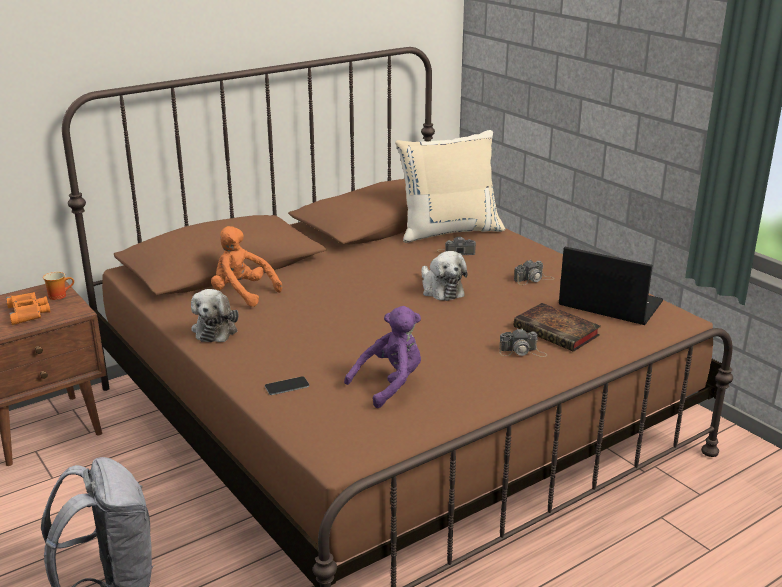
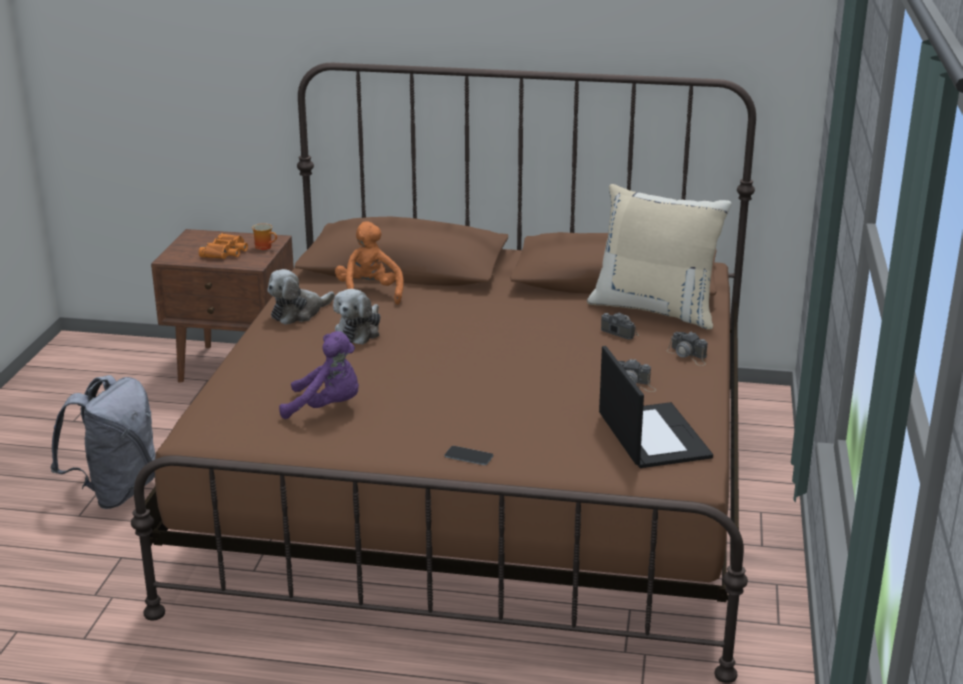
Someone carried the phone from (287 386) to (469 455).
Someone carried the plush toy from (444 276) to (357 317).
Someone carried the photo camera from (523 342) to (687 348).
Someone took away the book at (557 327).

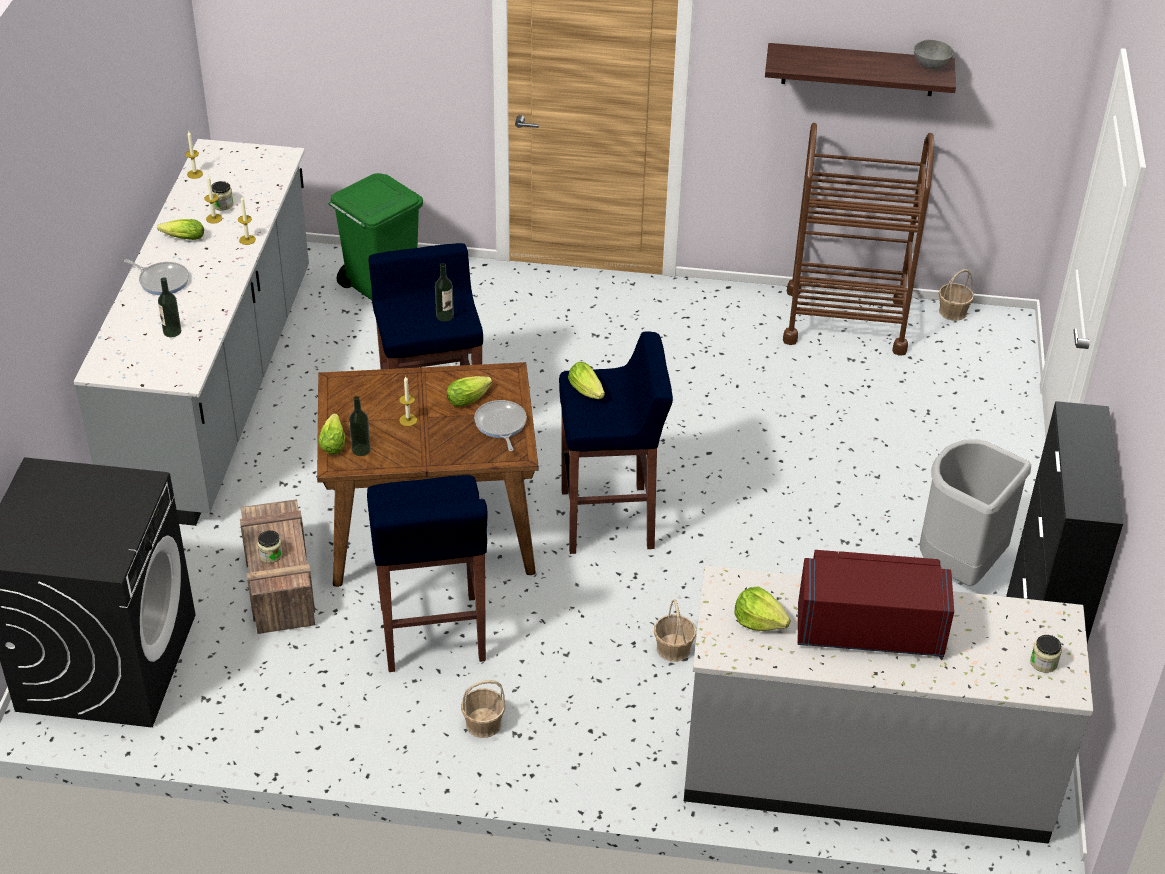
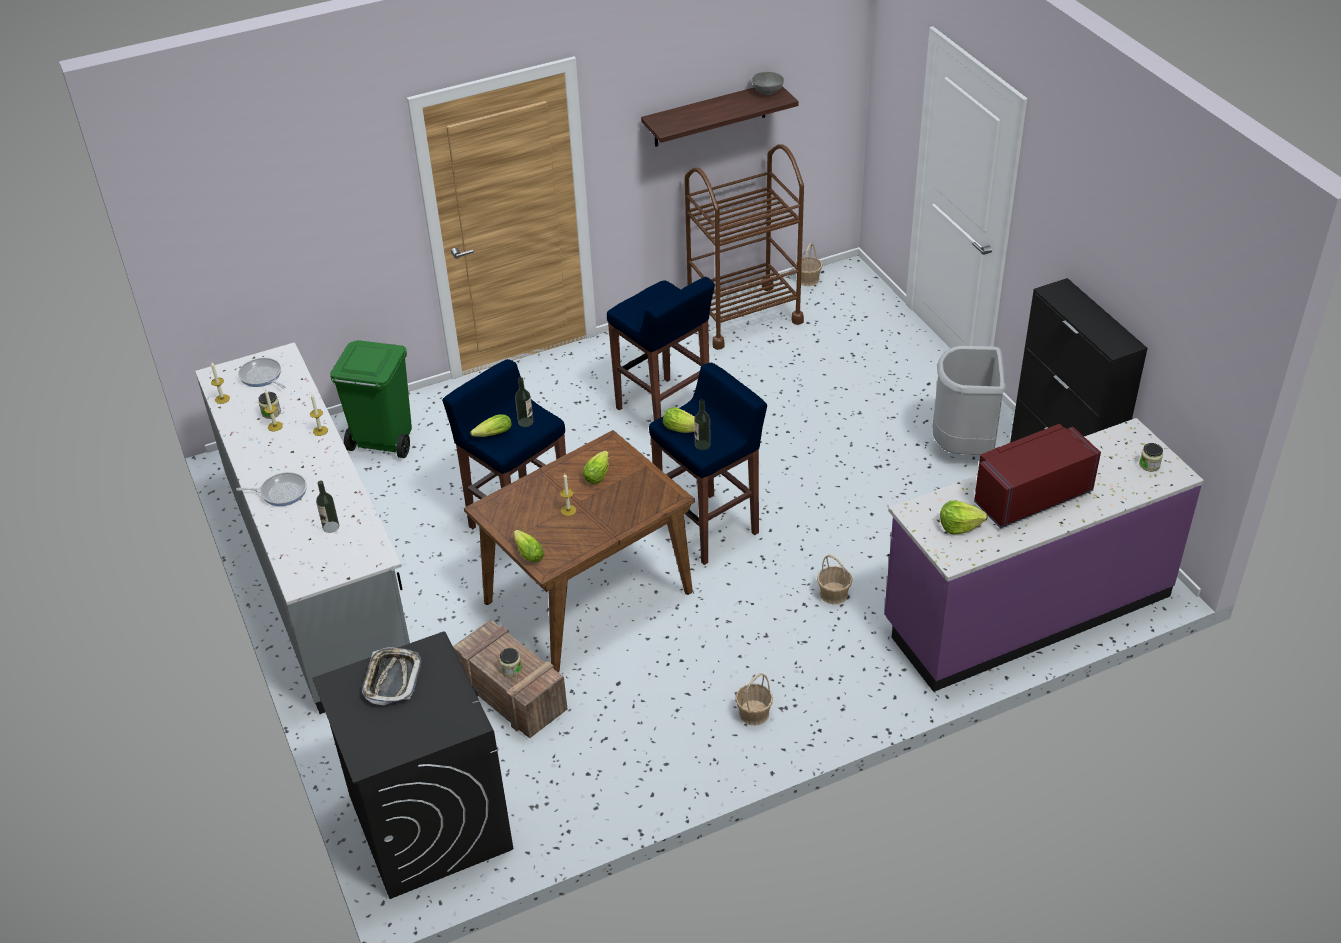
Someone carried the lettuce from (180 229) to (491 425).
Someone carried the bottle from (360 426) to (702 425).
Someone carried the blue stool from (427 573) to (661 349).
Someone carried the frying pan from (500 425) to (262 373).
Someone repainted the grey counter at (889 704), which became the purple counter at (1044 555).
Someone put down the tray at (391 676).

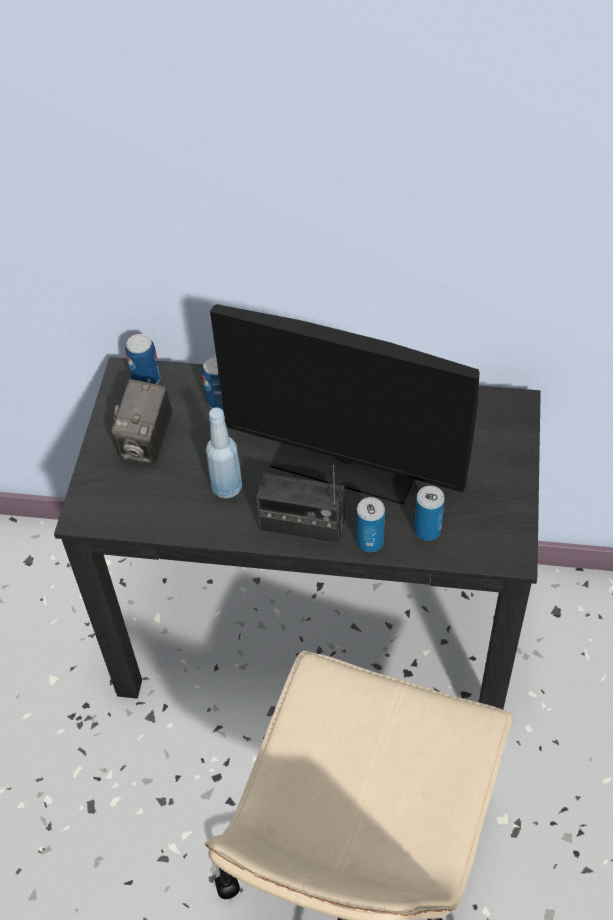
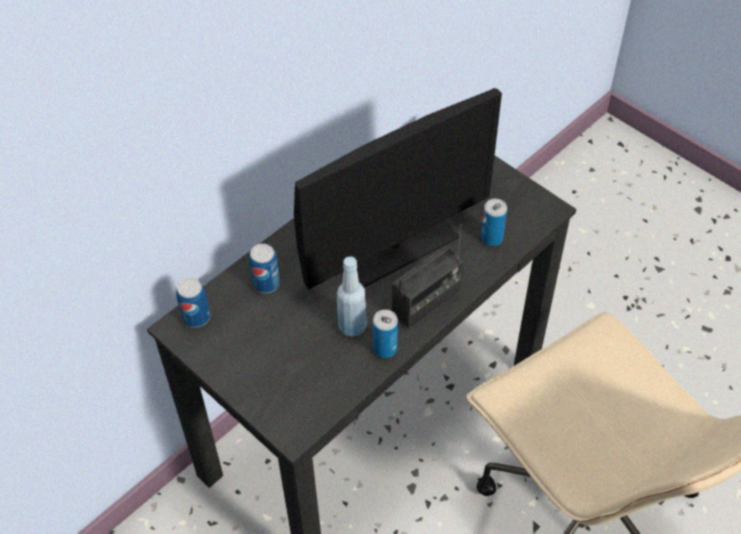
Someone took away the photo camera at (142 421).
Someone carried the can from (371 524) to (385 333).

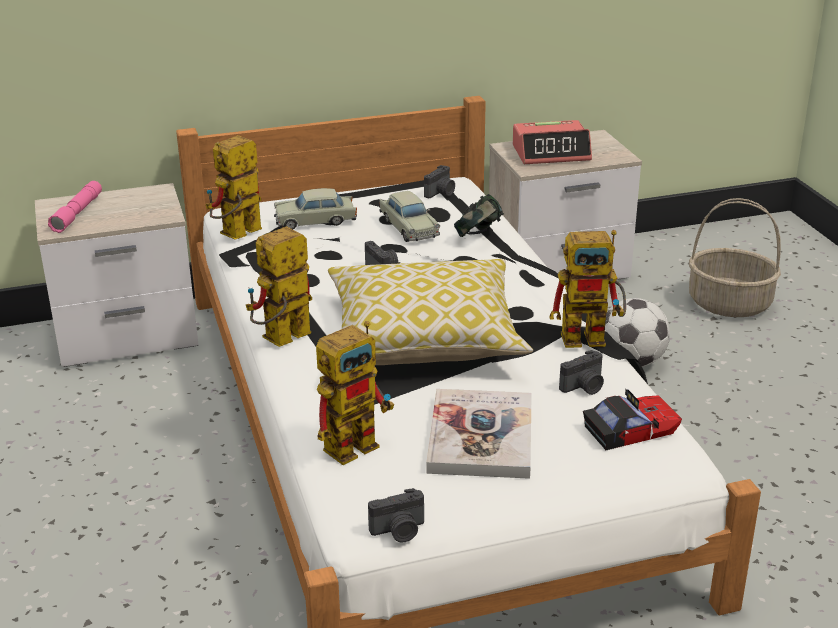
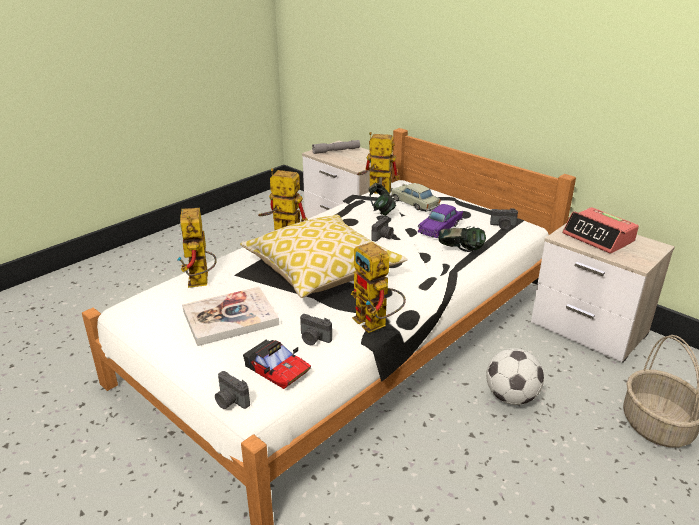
Someone repainted the pink flashlight at (75 207), which became the grey flashlight at (336 147).
Someone rotated the toy robot at (355 393) by 60 degrees clockwise.
Someone carried the photo camera from (396 515) to (232 390).
Someone repainted the beige toy car at (409 216), which became the purple toy car at (440 221).
Someone put down the headphones at (382 199).

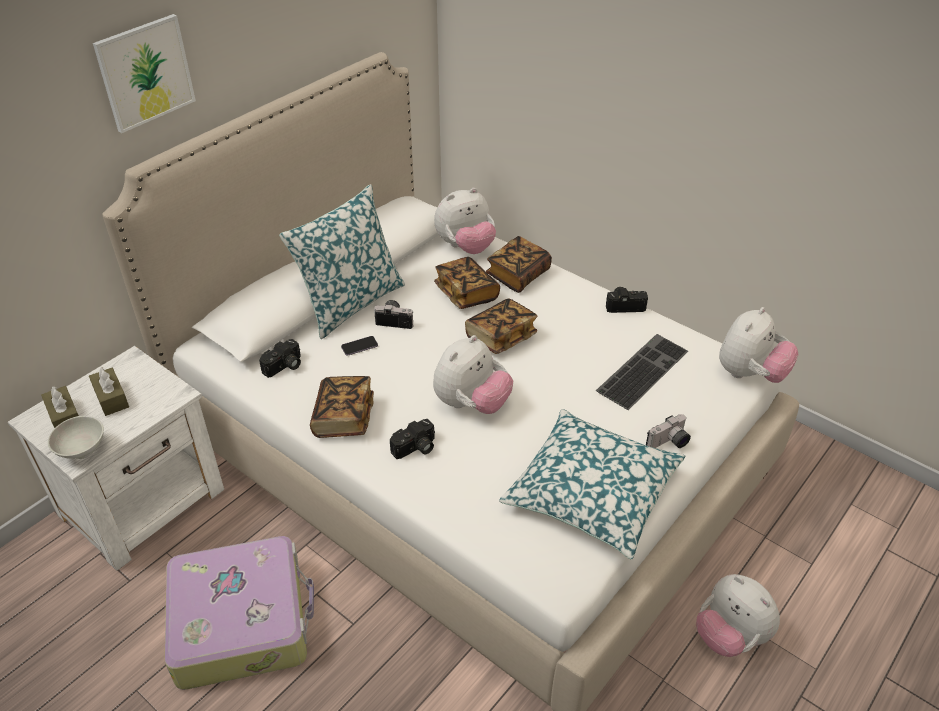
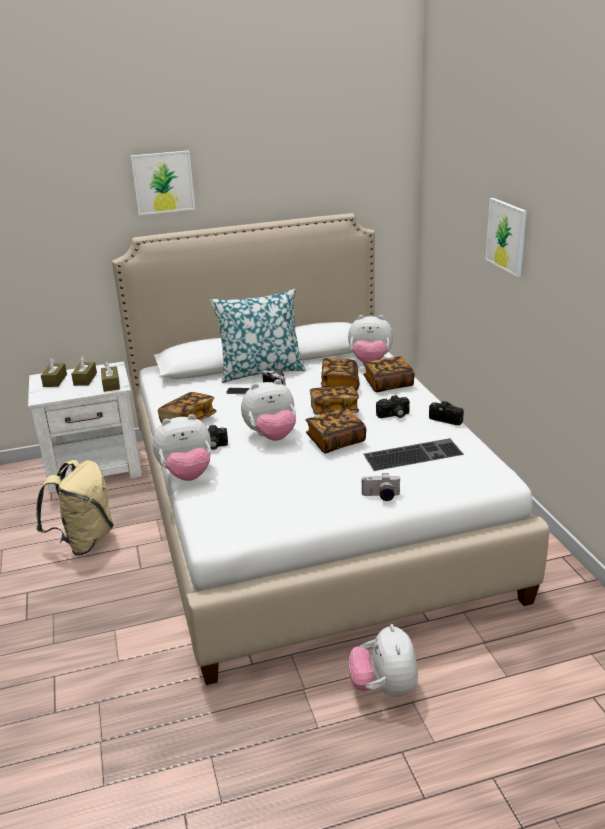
Someone took away the white bowl at (76 437).
Someone swapped the suitcase at (239 613) for the beige backpack at (75 508).
Someone carried the photo camera from (280 358) to (393 406).
Someone took away the pillow at (592 484).
Someone carried the plush toy from (759 345) to (181 447).
Someone put down the brown tissue box at (110 376).
Someone put down the book at (336 430).
Someone put up the picture at (506 237).

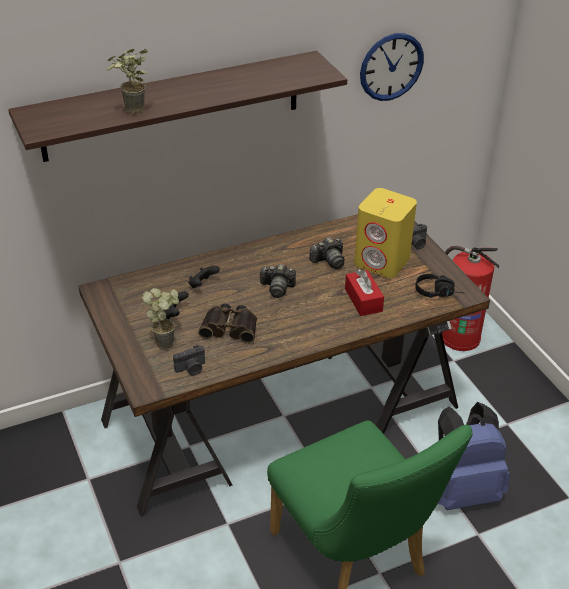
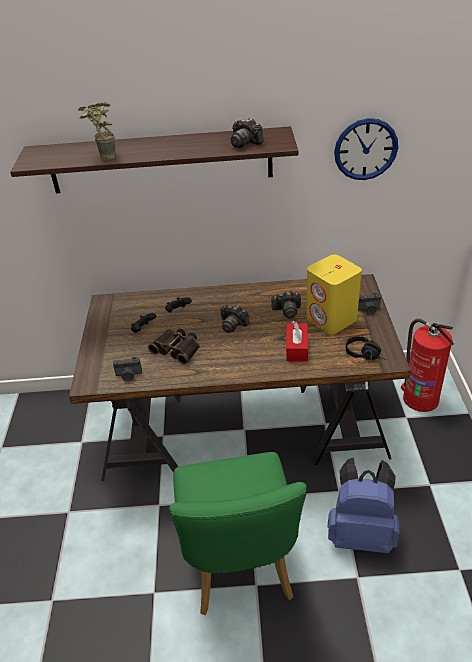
Someone took away the potted plant at (160 319).
Someone put down the photo camera at (247 133).

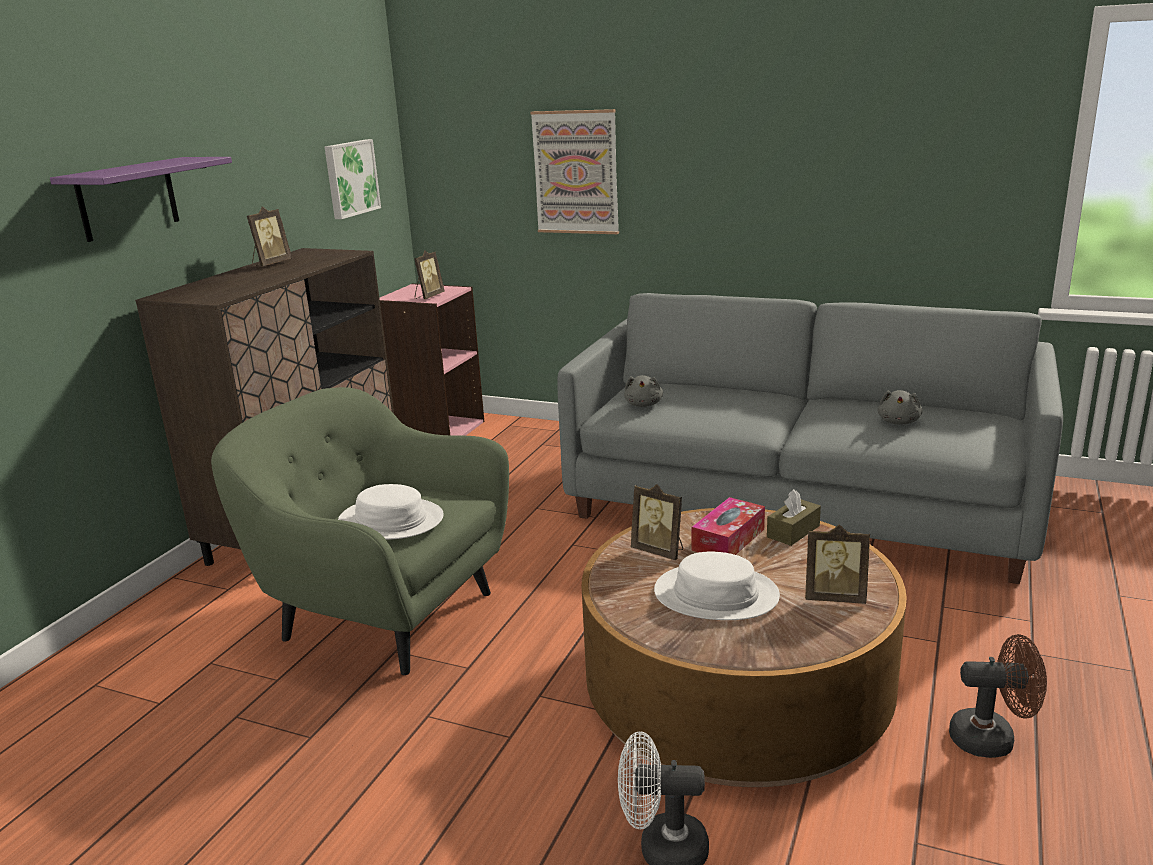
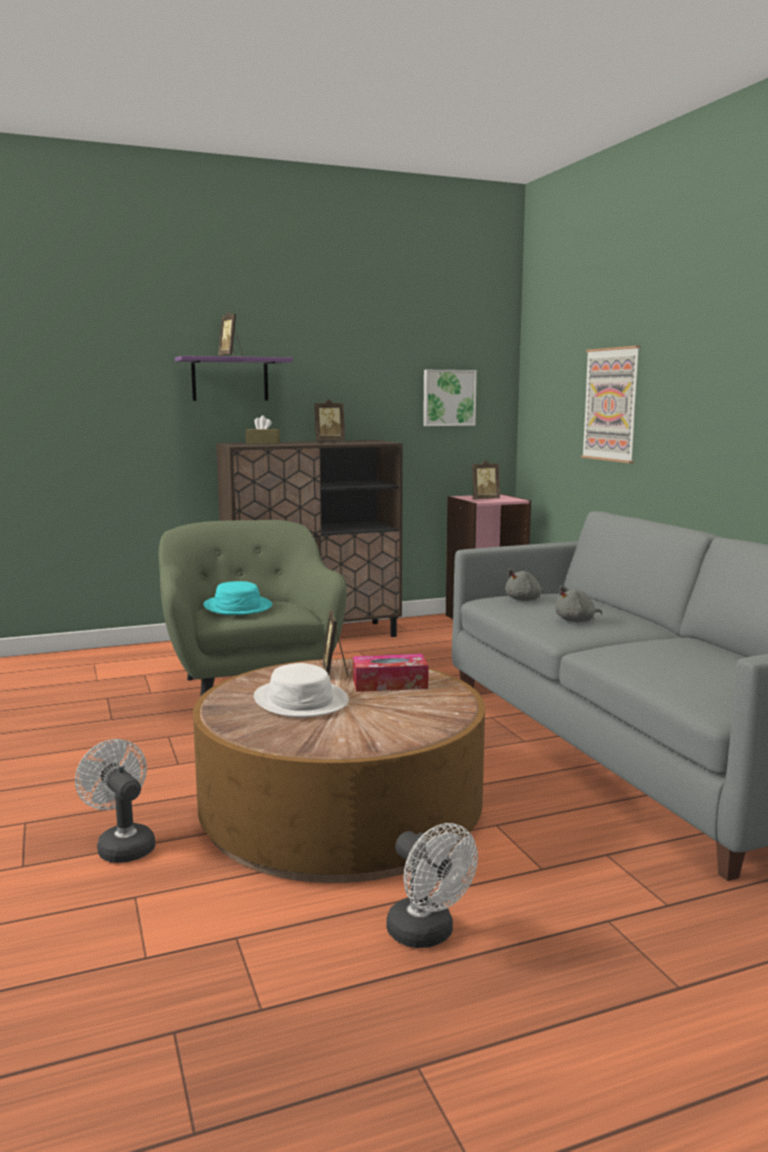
Someone repainted the white hat at (391 512), which became the turquoise hat at (237 598).
Someone carried the brown tissue box from (794 517) to (263 429).
Someone carried the picture frame from (837 564) to (230 334).
Someone carried the grey plush toy from (900 407) to (578 604).
Someone repainted the brown fan at (998 696), which became the white fan at (432 885).

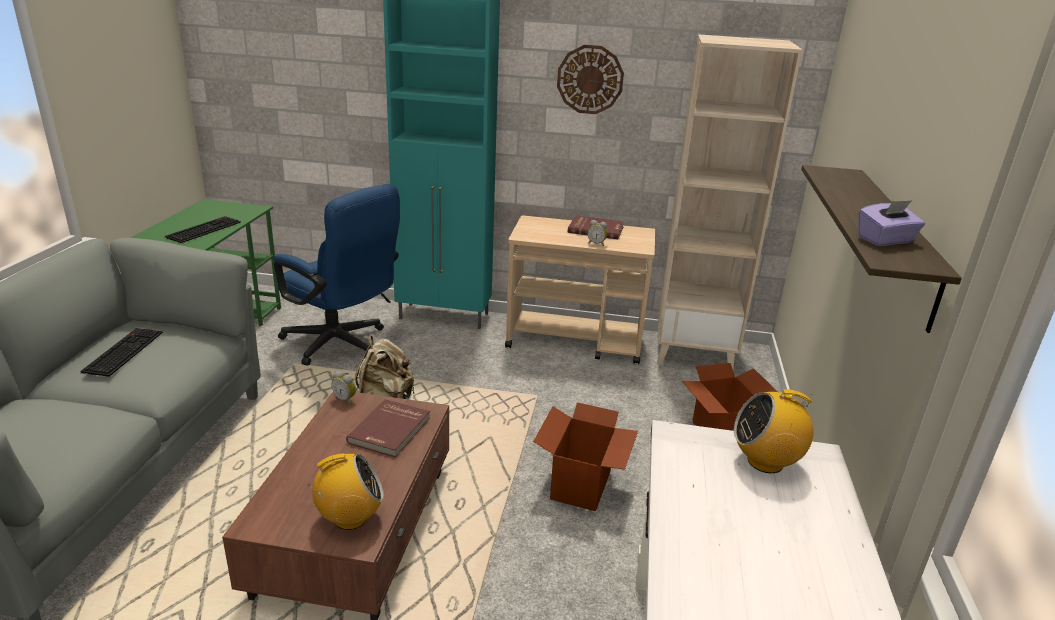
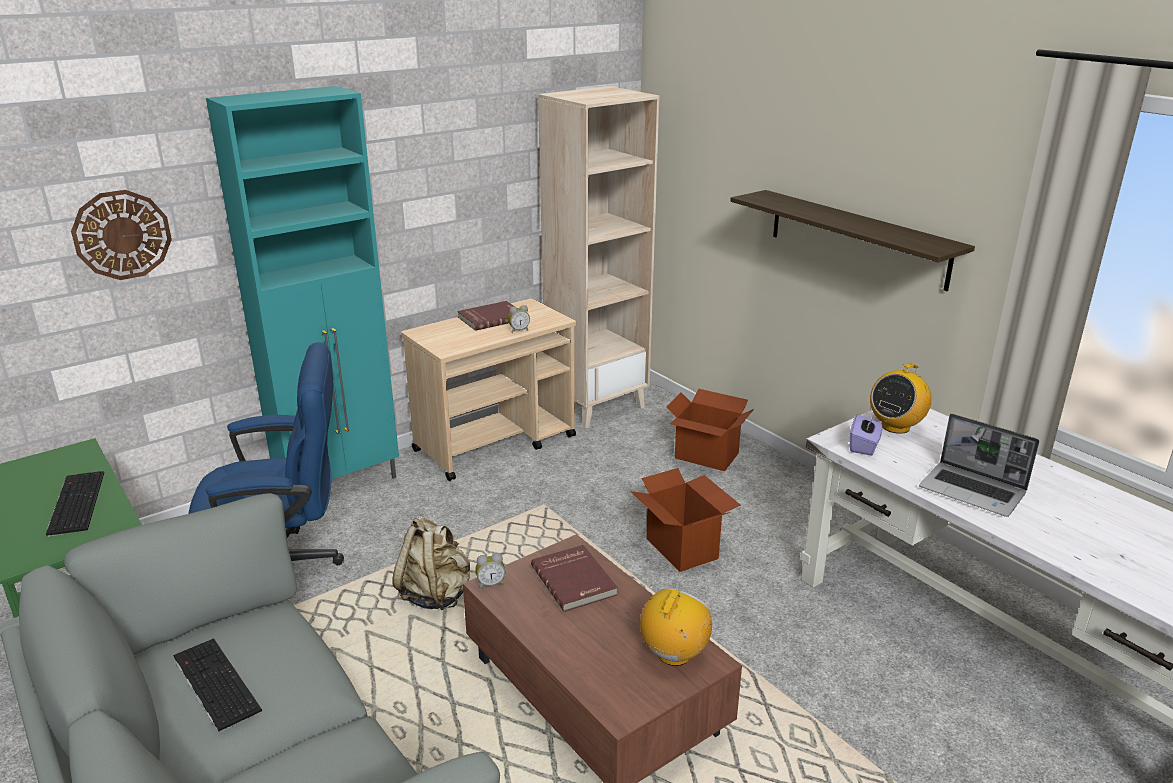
Someone carried the wall clock from (590 79) to (121 235).
Someone carried the purple tissue box from (891 223) to (866 435).
Someone put down the laptop at (979 465).

